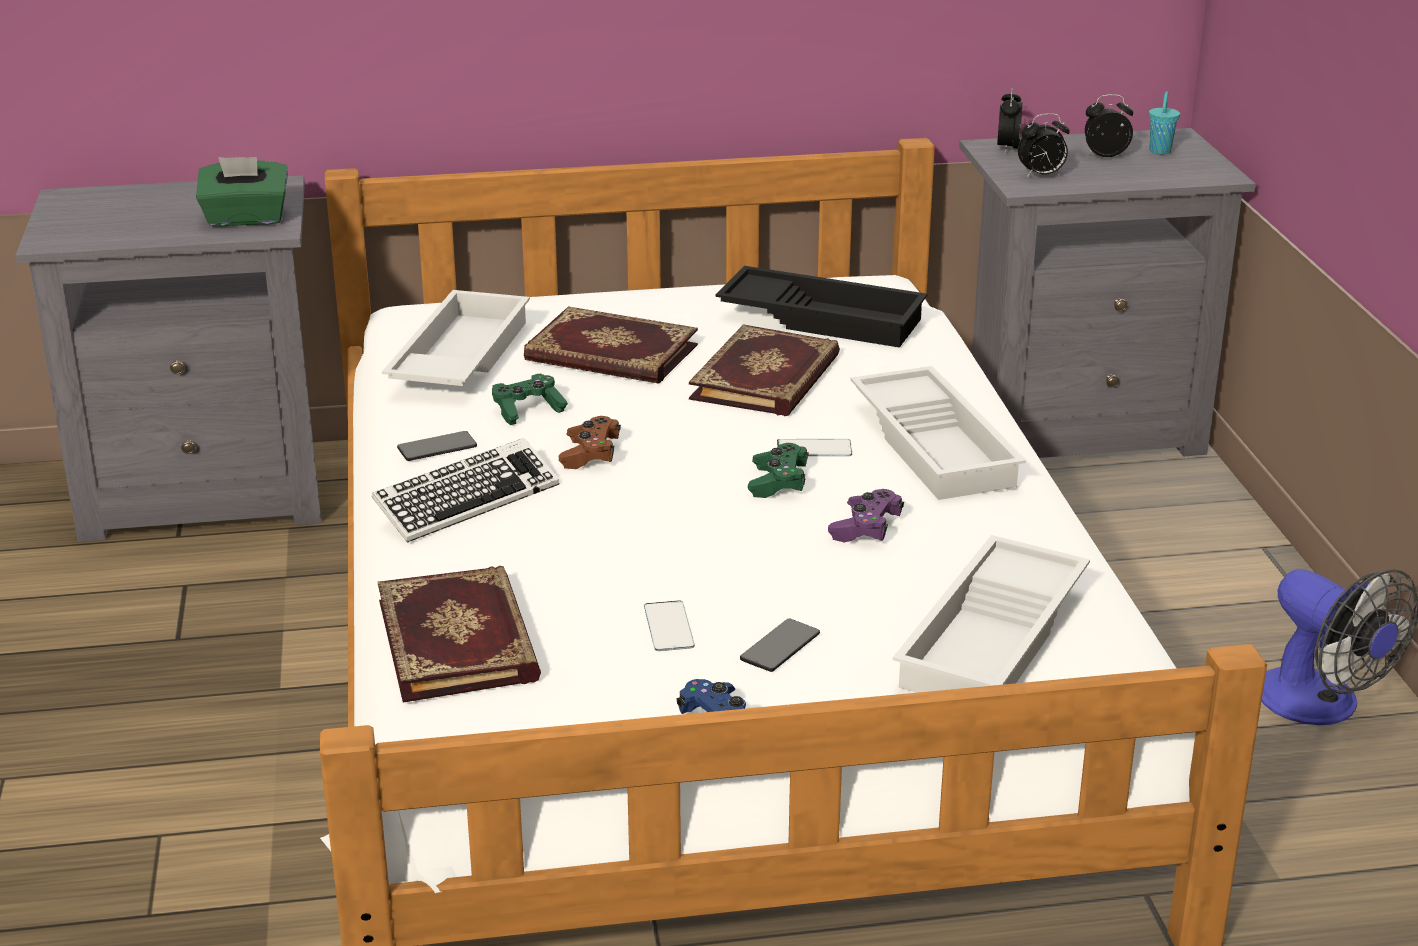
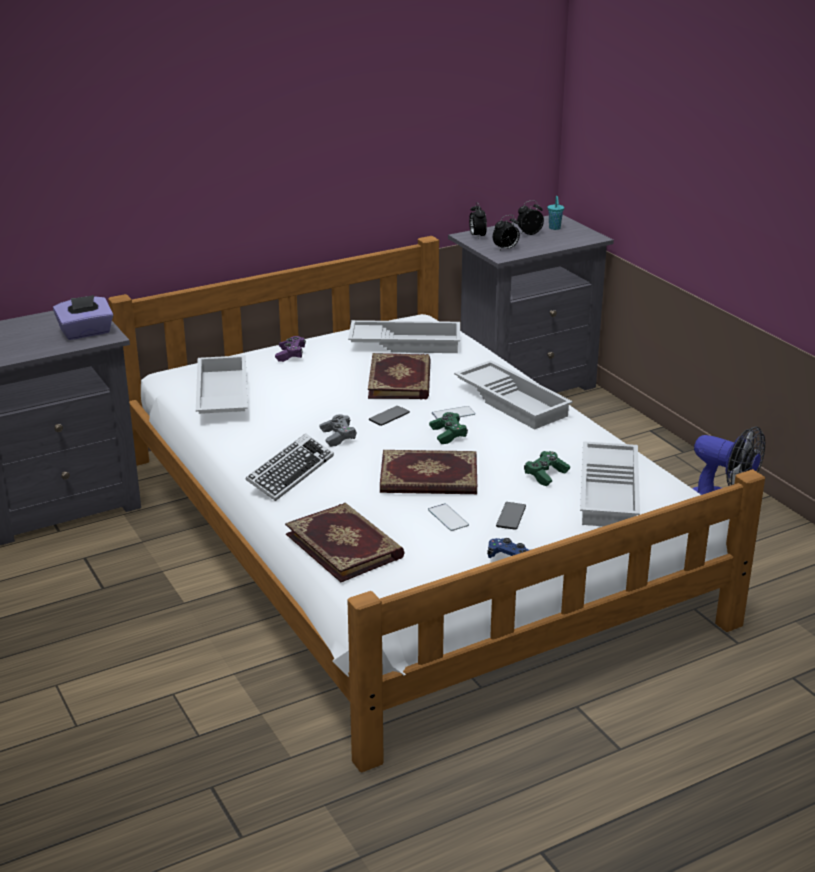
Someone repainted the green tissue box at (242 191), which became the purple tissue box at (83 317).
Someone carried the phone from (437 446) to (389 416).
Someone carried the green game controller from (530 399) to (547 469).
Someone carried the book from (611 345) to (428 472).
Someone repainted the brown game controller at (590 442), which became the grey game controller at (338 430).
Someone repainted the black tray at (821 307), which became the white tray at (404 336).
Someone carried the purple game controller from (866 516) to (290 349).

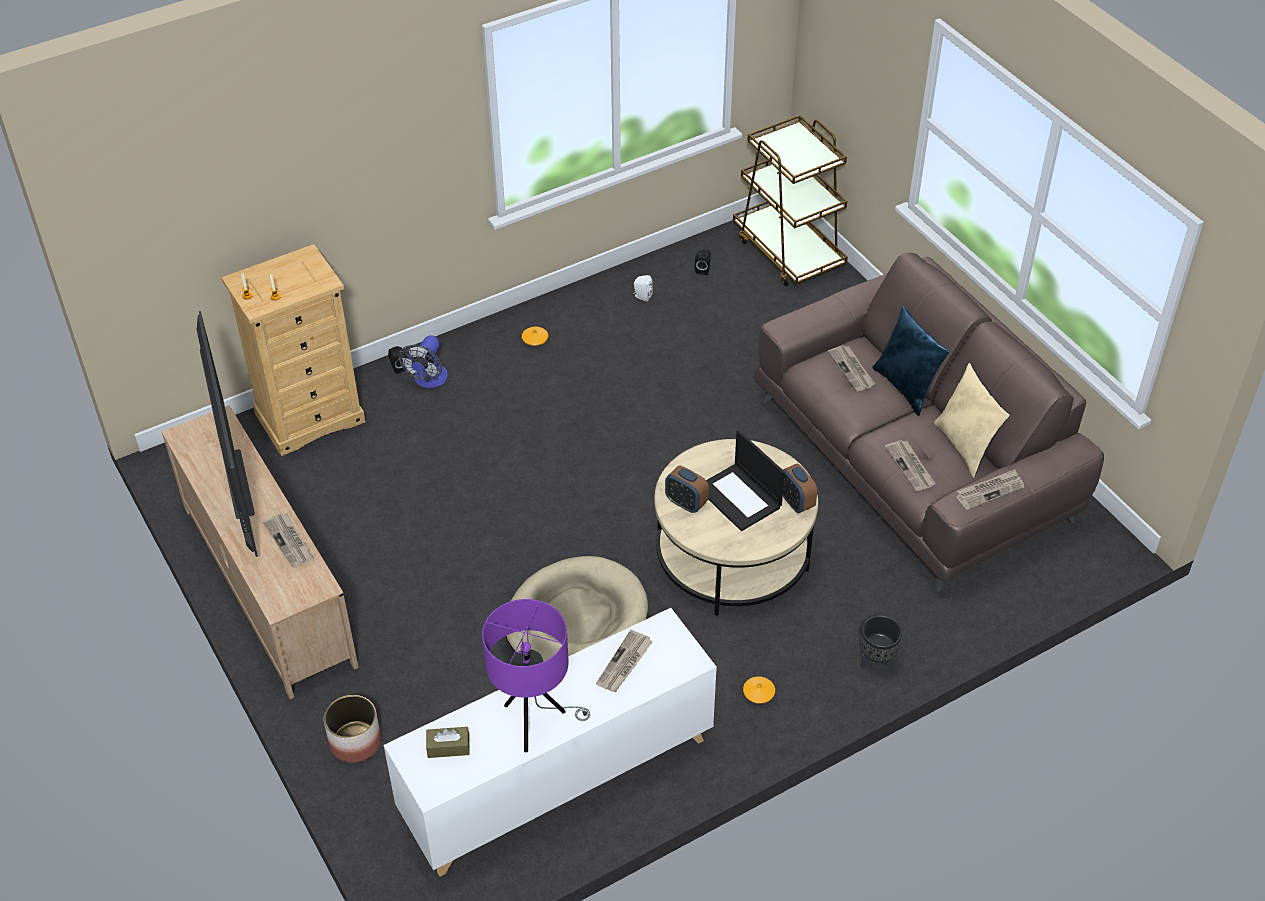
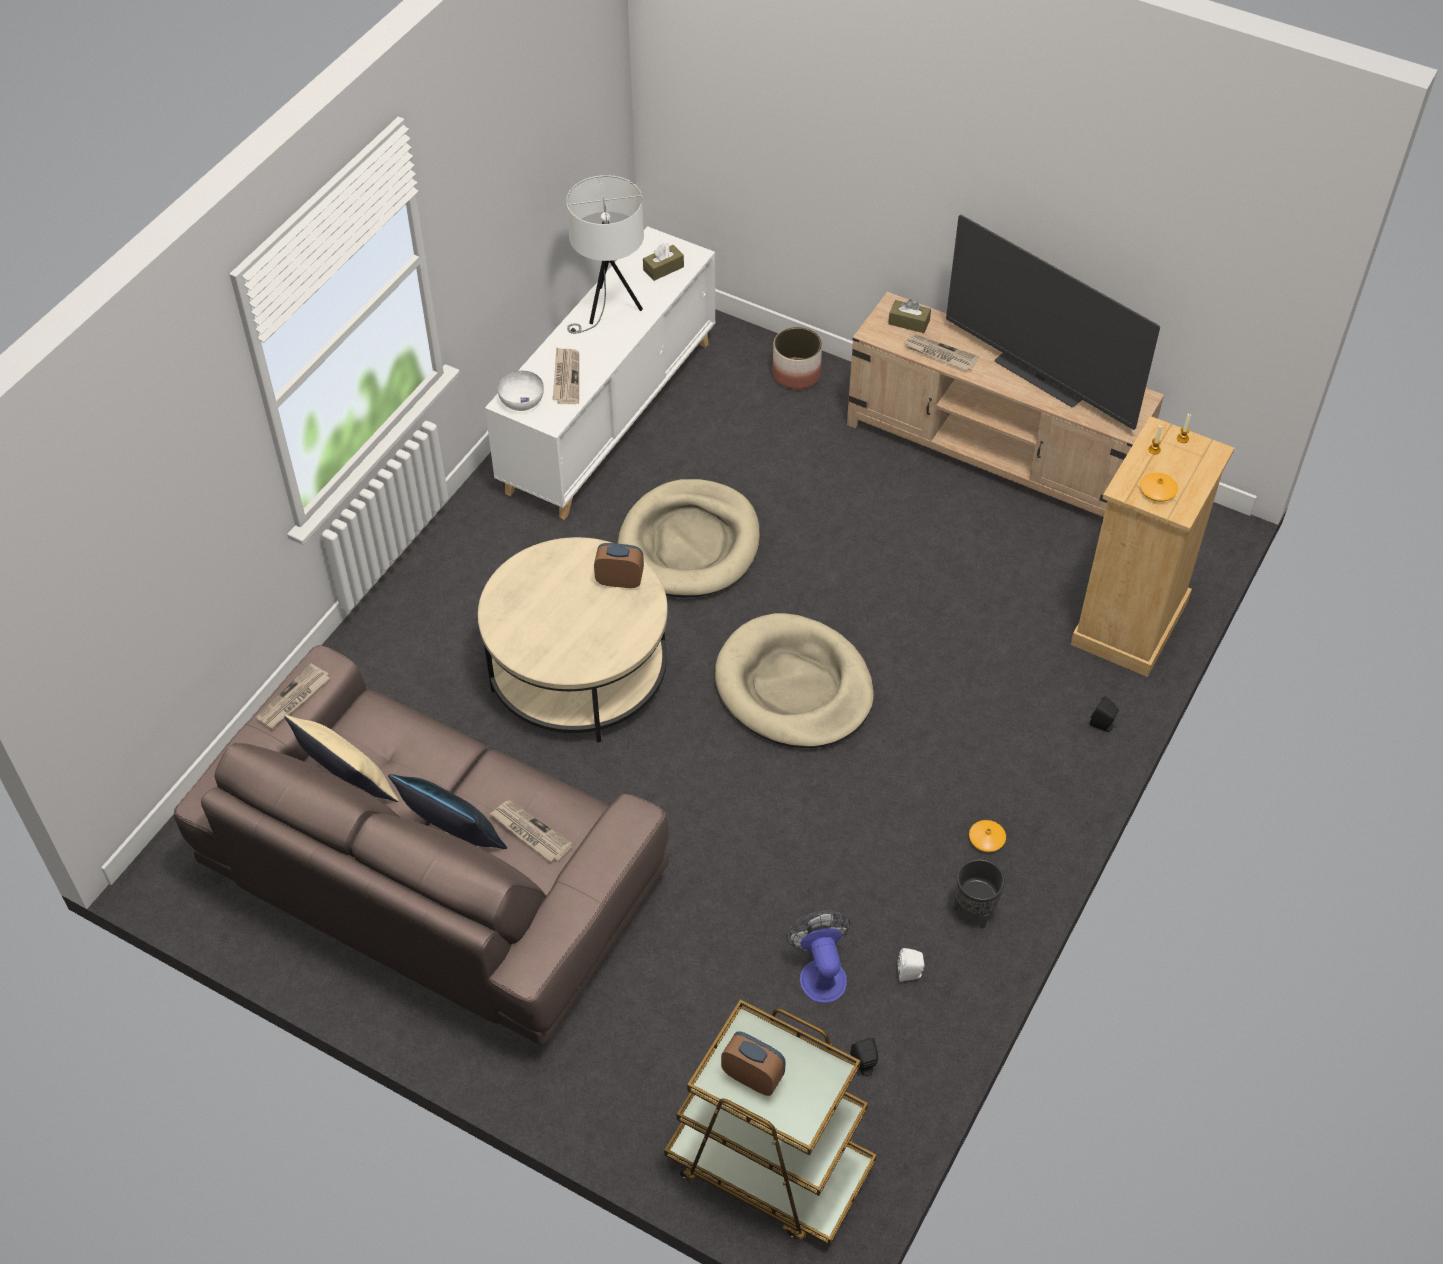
Someone carried the fan from (423 361) to (818 956).
Someone repainted the purple table lamp at (536 675), which became the white table lamp at (605 254).
Someone took away the laptop at (745 480).
Someone carried the orange vase from (759 690) to (1159 487).
Someone carried the alarm clock from (800 488) to (753 1063).
Someone carried the black planter from (881 643) to (979 894).
Someone took away the newspaper at (910 466).
Someone put down the white bowl at (521 391).
Someone put down the beige dog bed at (794 680).
Someone put down the brown tissue box at (909 316).

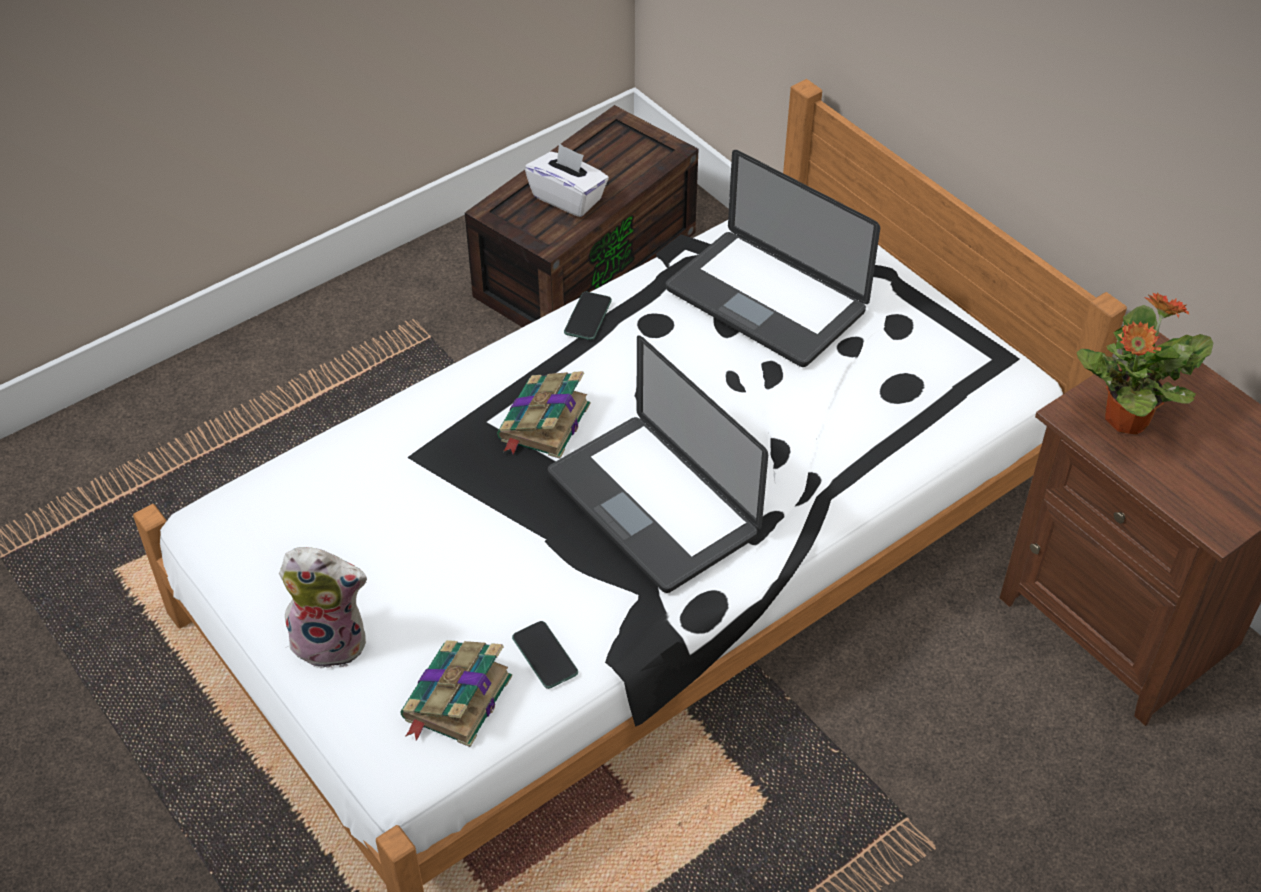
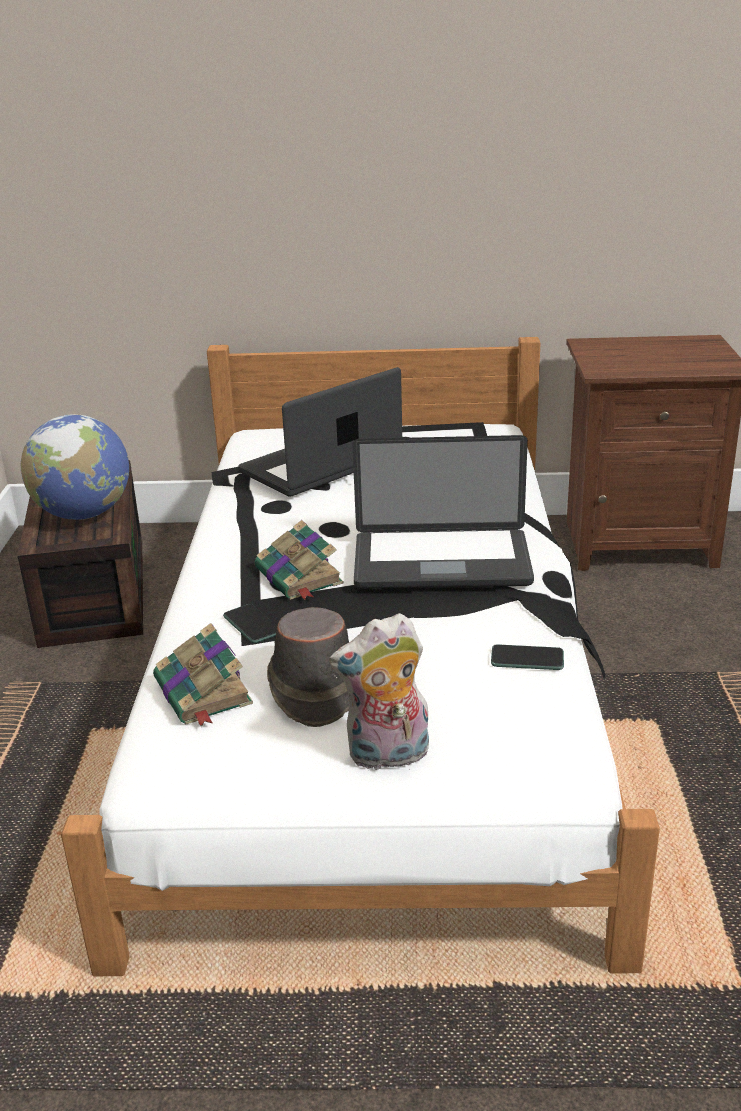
Someone rotated the plush toy at (323 607) by 150 degrees counterclockwise.
Someone carried the book from (456 693) to (203 675).
Someone swapped the white tissue box at (567 180) for the globe at (75 467).
Someone carried the phone from (588 316) to (250 623).
Someone rotated the laptop at (773 258) by 150 degrees clockwise.
Someone took away the potted plant at (1145 363).
Someone put down the brown hat at (308 667).

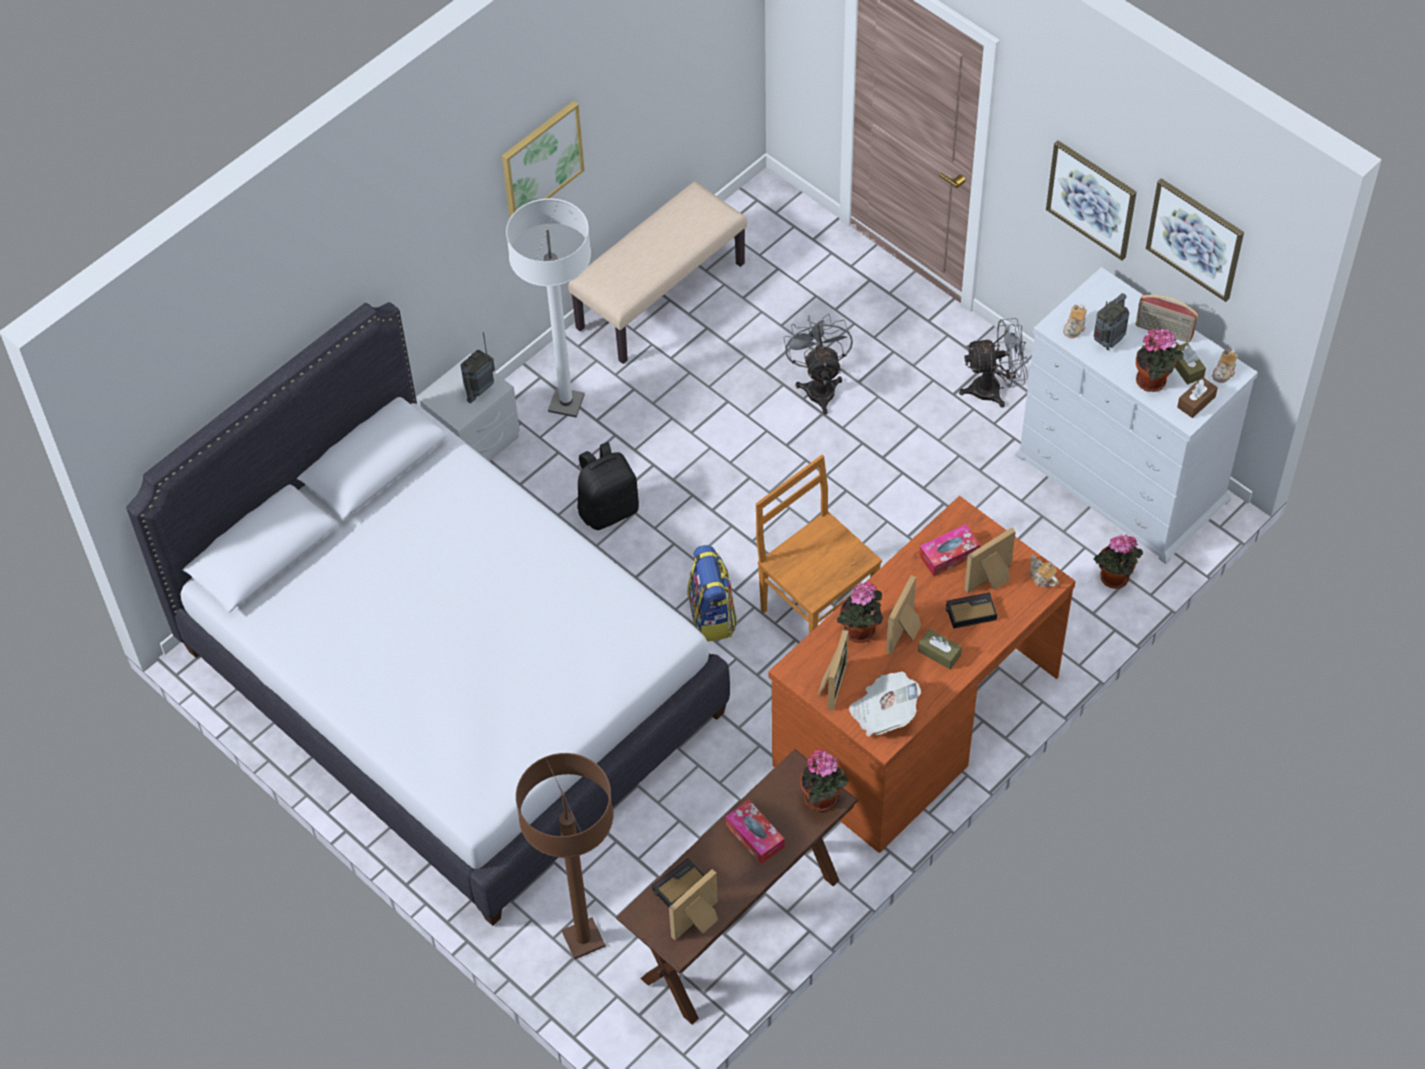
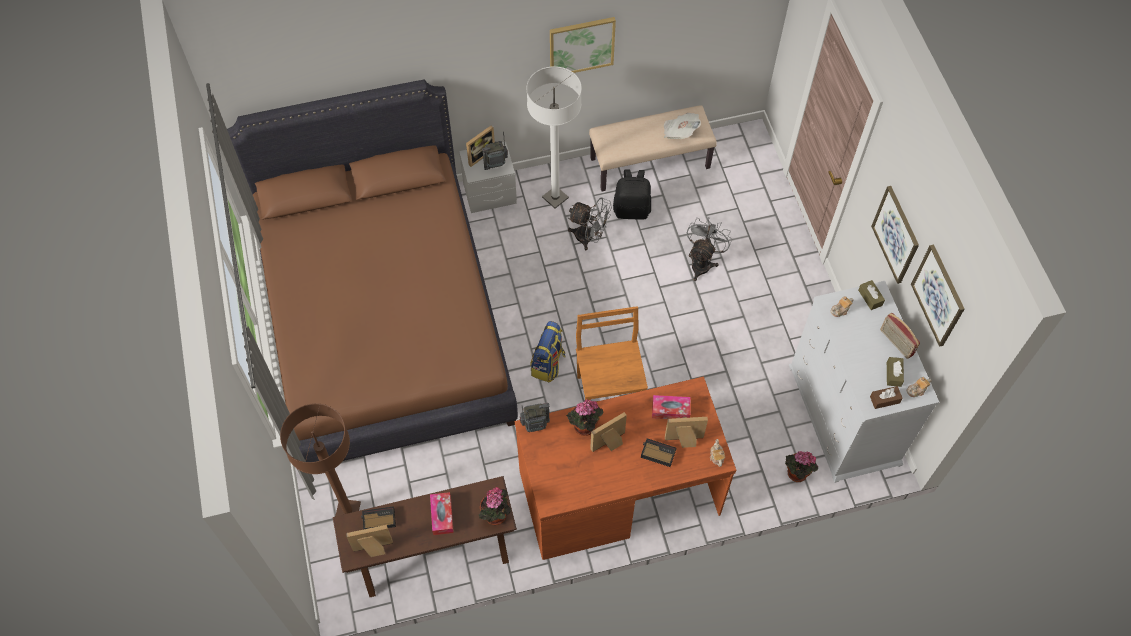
Someone repainted the white bed at (428 614), which became the brown bed at (372 271).
Someone carried the black backpack from (608 486) to (632 194).
Someone carried the picture frame from (833 670) to (480 146).
Someone carried the newspaper from (885 704) to (682 126).
Someone carried the brown tissue box from (940 649) to (871 295).
Someone carried the grey fan from (993 363) to (590 224).
Someone carried the radio from (1111 321) to (535 417).
Someone took away the potted plant at (1159 360).

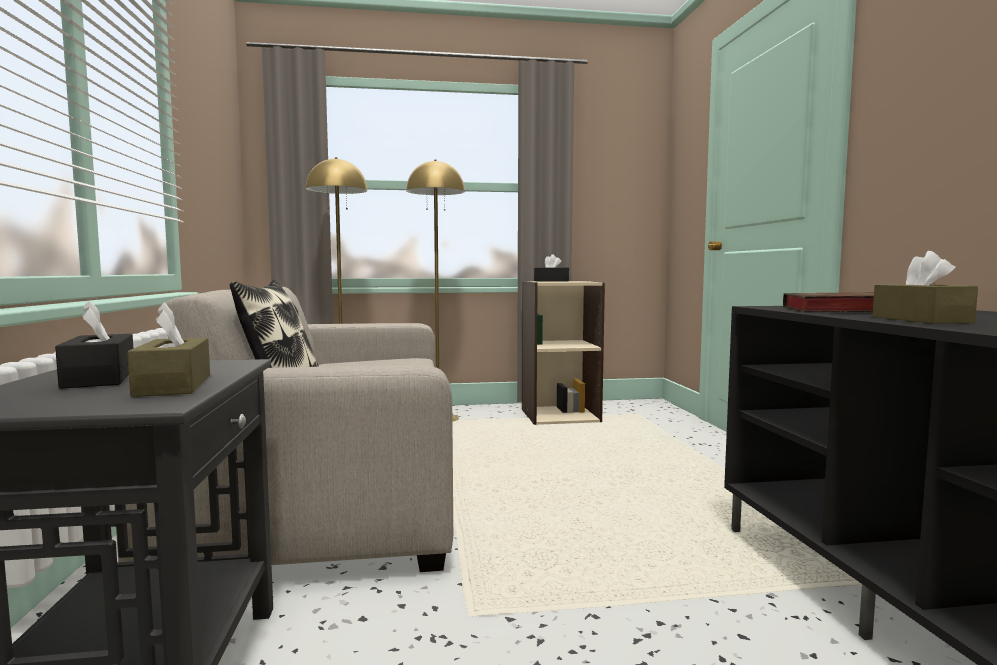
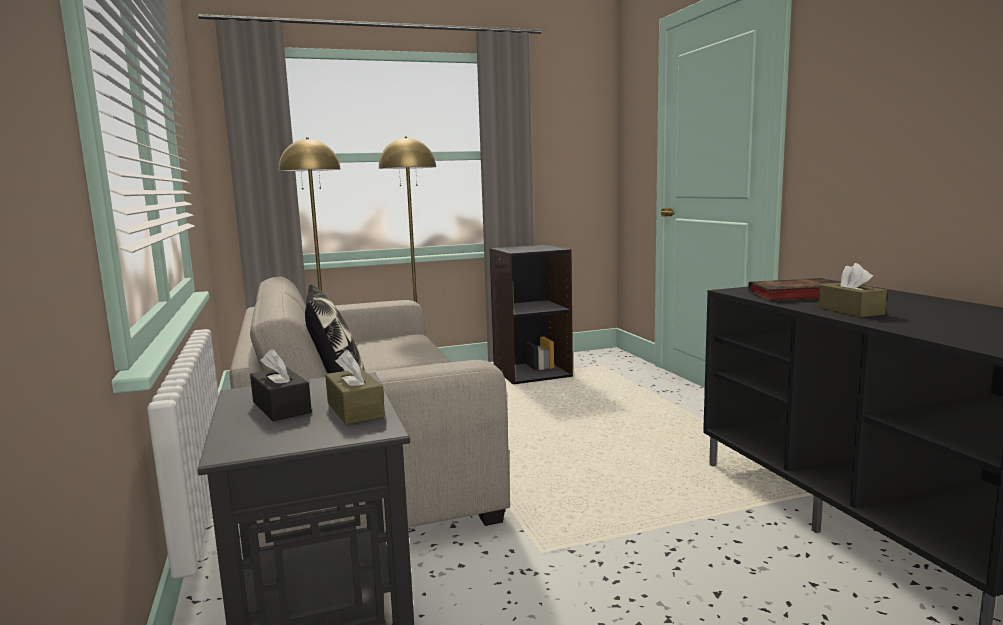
Someone repainted the beige bookcase at (563 353), which became the black bookcase at (531 314).
Someone took away the black tissue box at (551 268).

